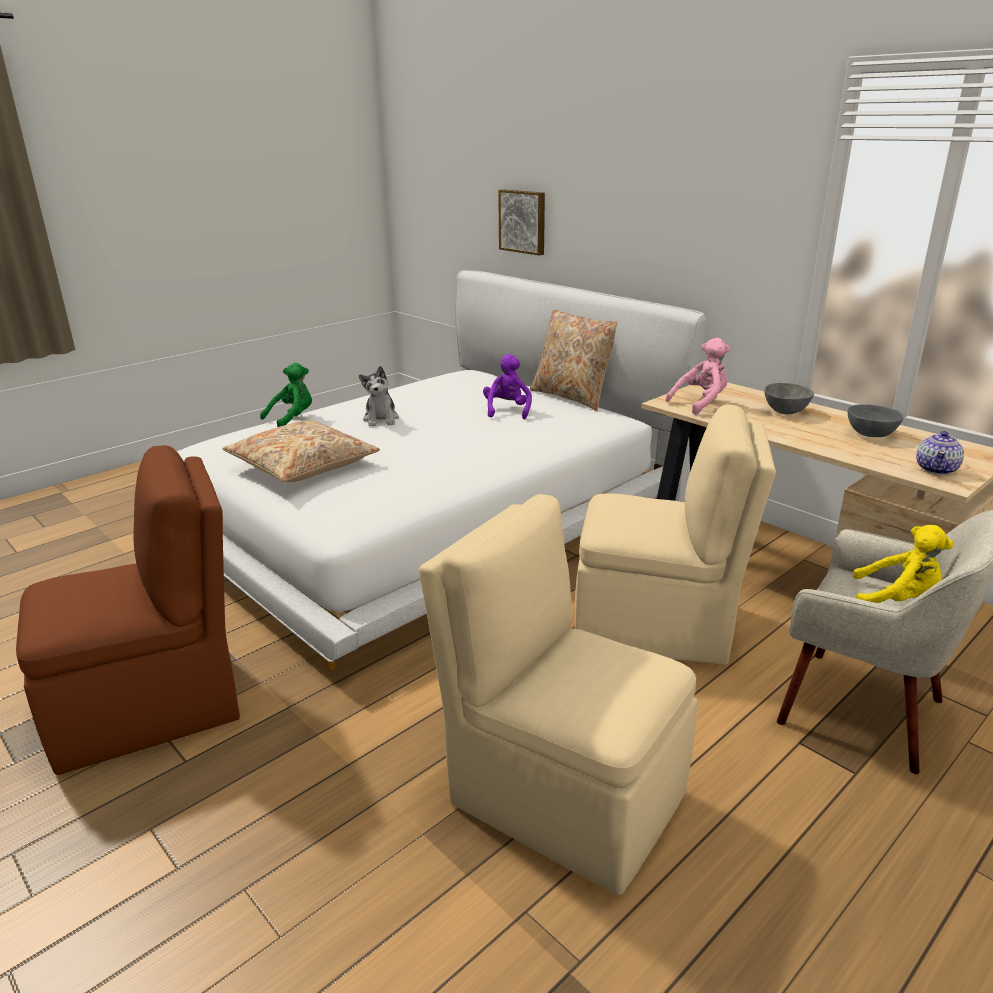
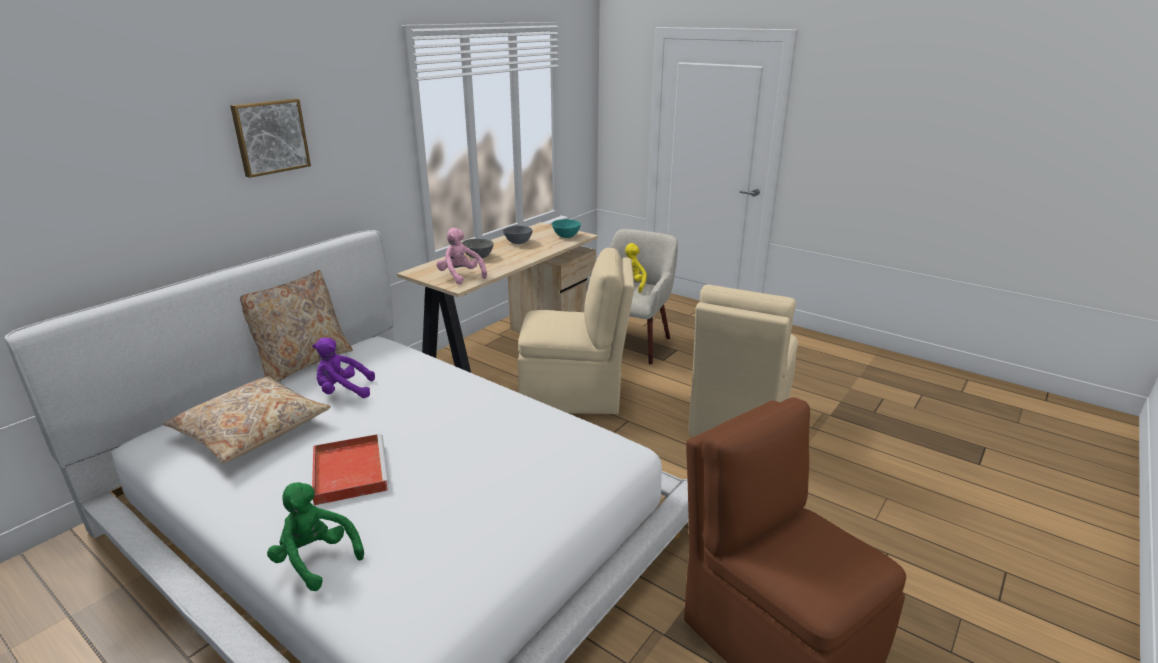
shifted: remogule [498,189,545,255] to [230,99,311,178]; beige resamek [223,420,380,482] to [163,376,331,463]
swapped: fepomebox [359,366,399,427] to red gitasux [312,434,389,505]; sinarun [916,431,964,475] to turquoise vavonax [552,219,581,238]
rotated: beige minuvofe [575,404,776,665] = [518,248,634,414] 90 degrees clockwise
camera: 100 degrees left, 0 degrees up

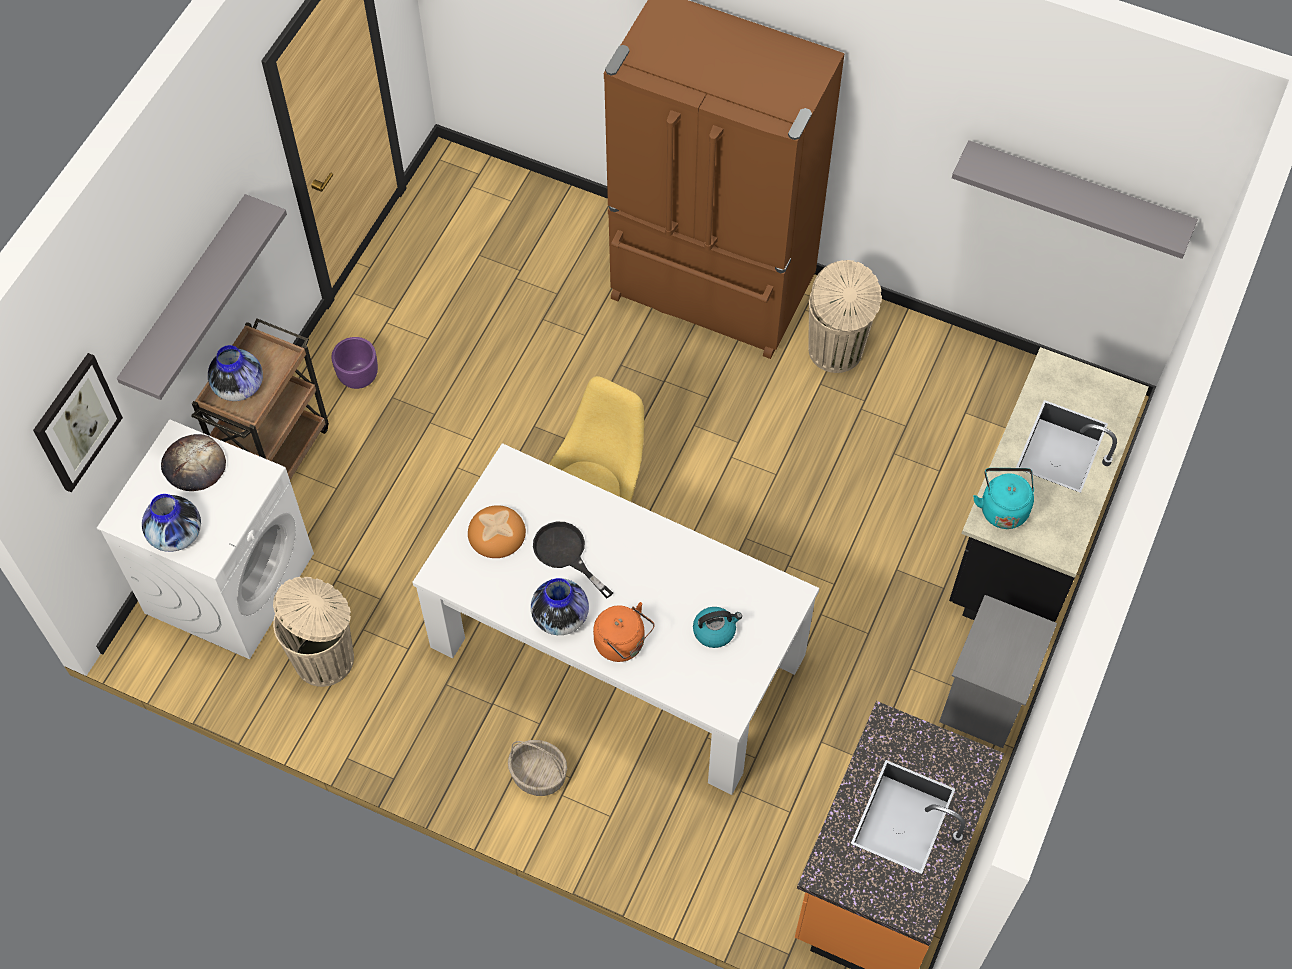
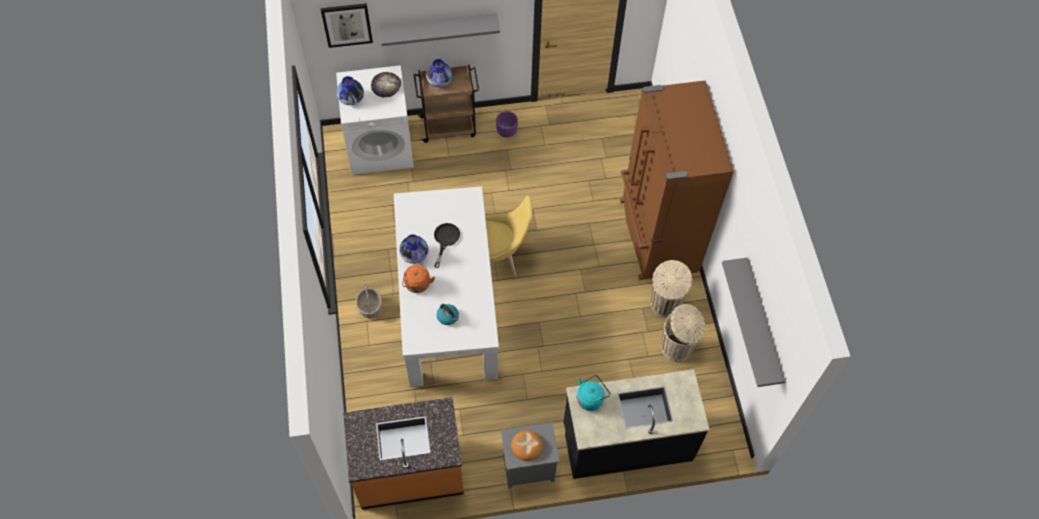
shifted: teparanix [468,505,526,558] to [511,430,543,461]; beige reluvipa [273,577,354,687] to [661,304,705,362]
camera: 55 degrees right, 0 degrees up

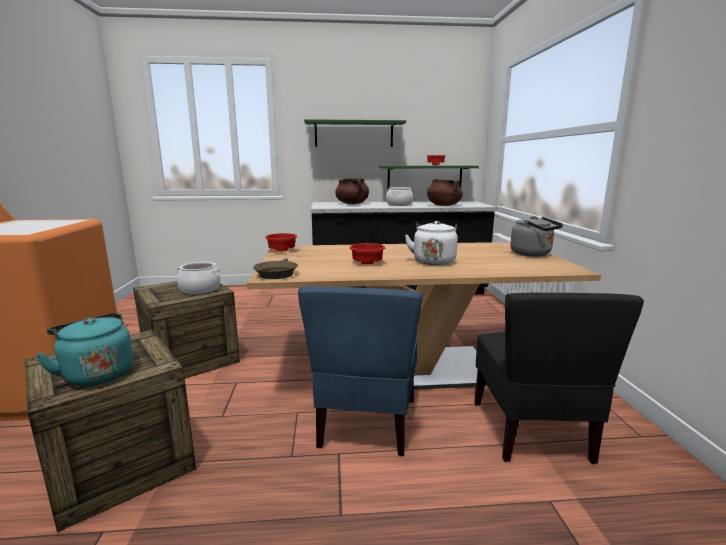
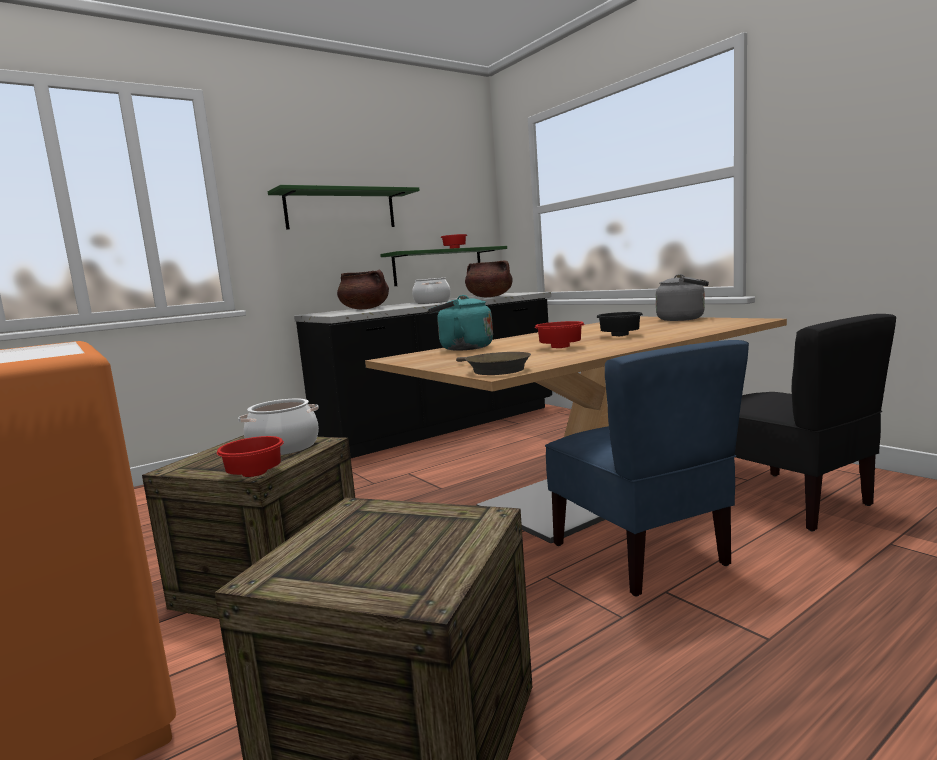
shifted: red vavonax [265,233,297,252] to [217,436,284,477]; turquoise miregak [35,313,133,387] to [428,295,493,351]
swapped: white miregak [405,221,458,265] to black vavonax [596,312,643,336]
camera: 30 degrees left, 5 degrees down

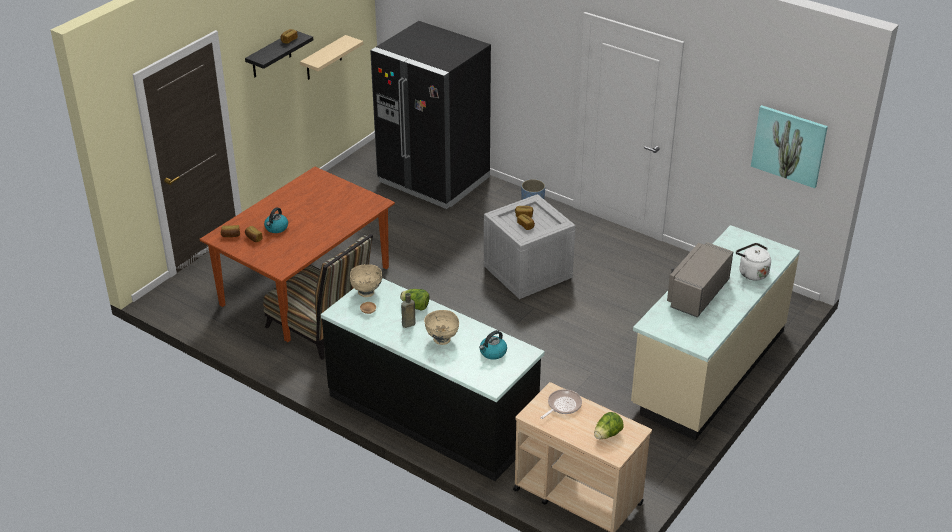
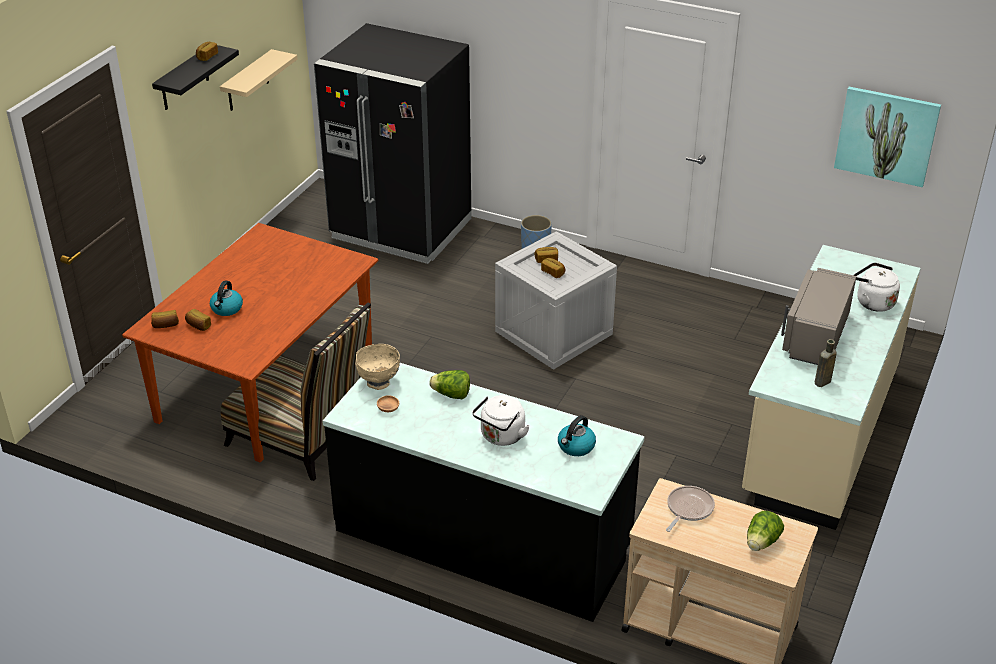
shifted: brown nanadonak [401,293,416,328] to [815,339,836,387]
swapped: beige vavonax [424,310,459,345] to white miregak [472,395,530,446]
camera: 10 degrees left, 0 degrees up

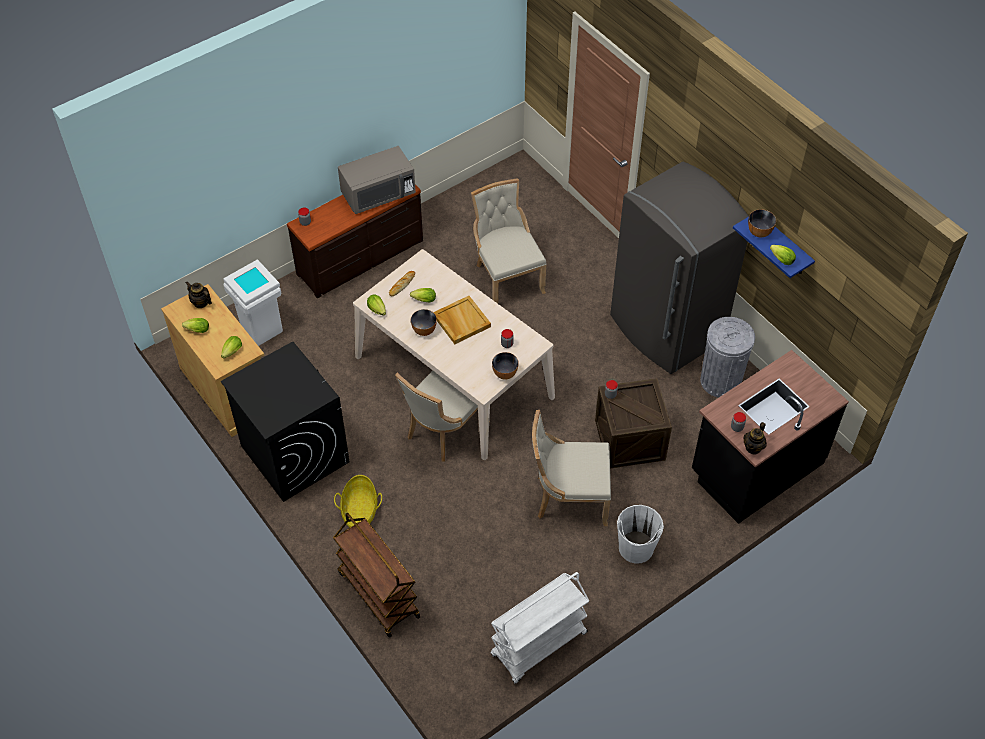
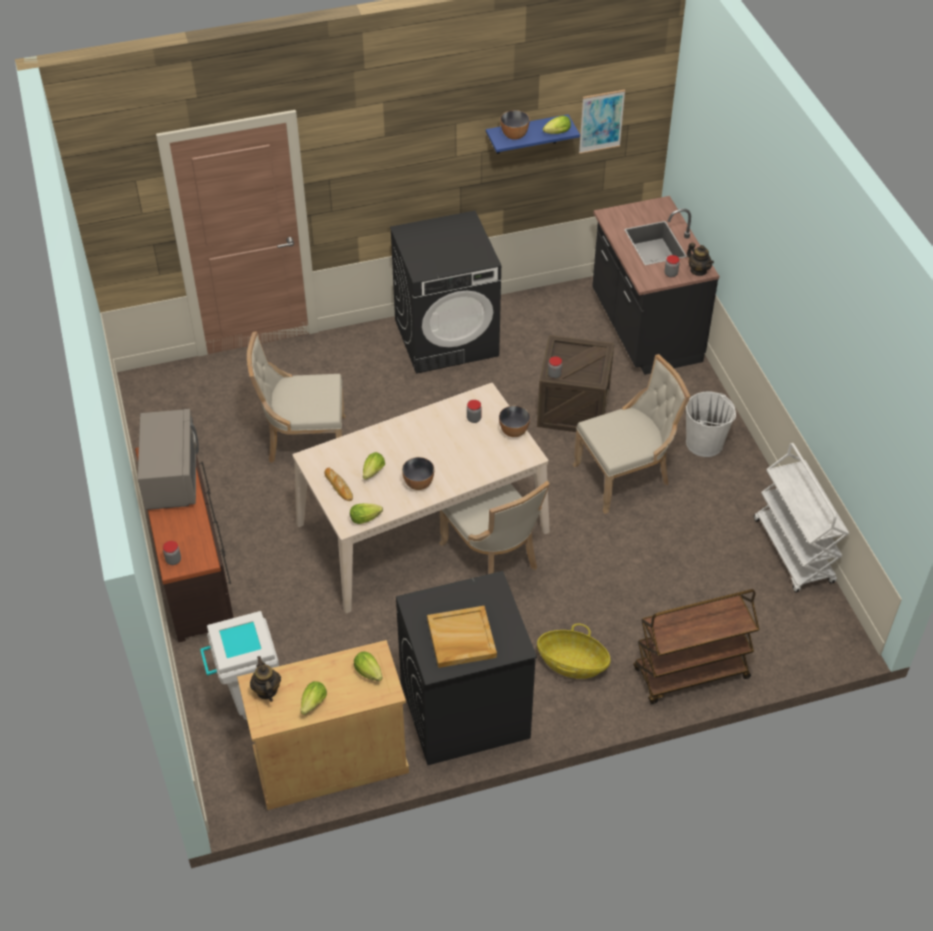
gone: grey reluvipa [700,317,755,397]
new: remogule [579,89,625,154]
shifted: beige gitasux [433,296,491,344] to [427,606,497,668]
swapped: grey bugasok [610,162,749,374] to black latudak [390,211,501,374]
rotated: sinarun [185,282,212,308] = [250,656,281,702] 105 degrees clockwise; beige minuvofe [532,410,611,526] = [573,354,690,514] 135 degrees counterclockwise
camera: 70 degrees left, 5 degrees down

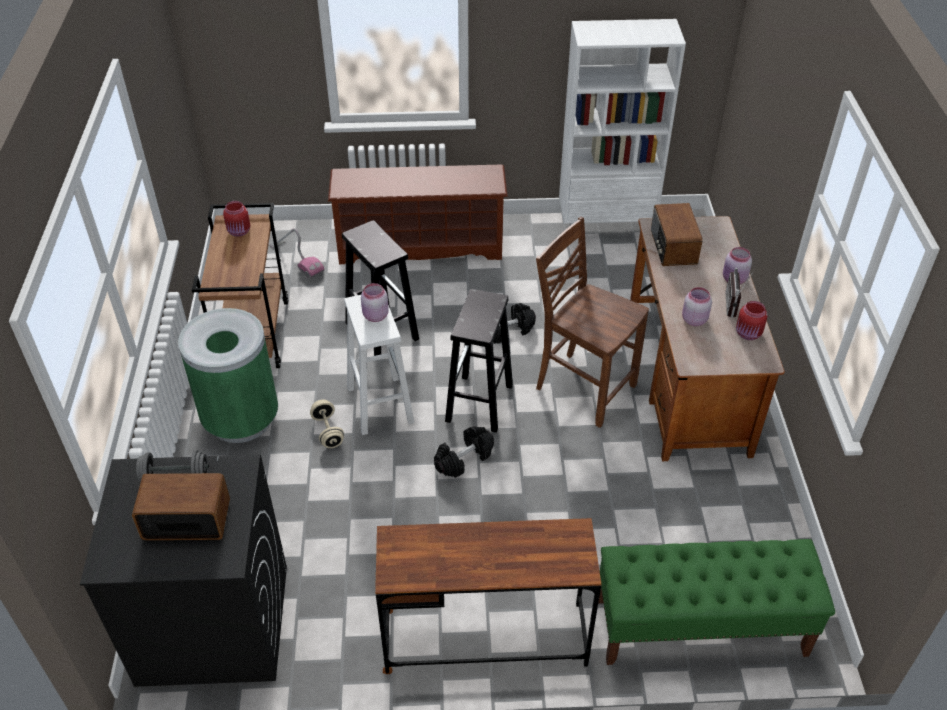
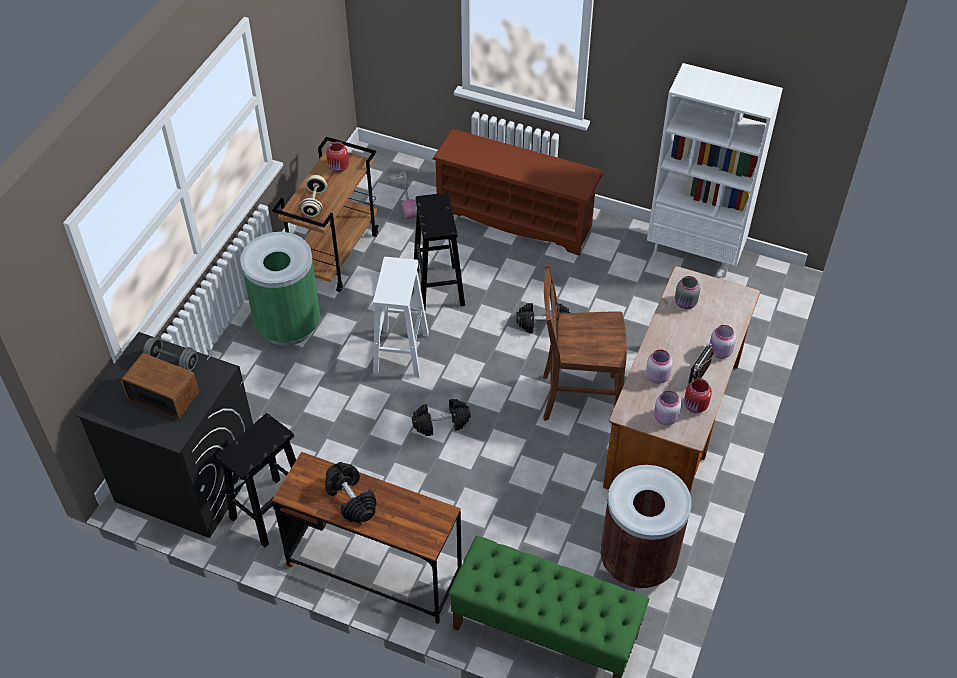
new: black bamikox [325,462,376,523]; brown reluvipa [600,465,691,589]
shifted: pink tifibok [361,283,389,322] to [654,391,682,425]; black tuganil [445,289,513,433] to [216,413,296,548]; beige bamikox [310,399,344,448] to [300,175,327,217]
swapped: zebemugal [651,203,703,266] to grey tifibok [675,276,700,309]
rotated: brown minuvofe [536,217,649,428] = [543,264,627,421] 60 degrees counterclockwise
camera: 25 degrees right, 5 degrees up

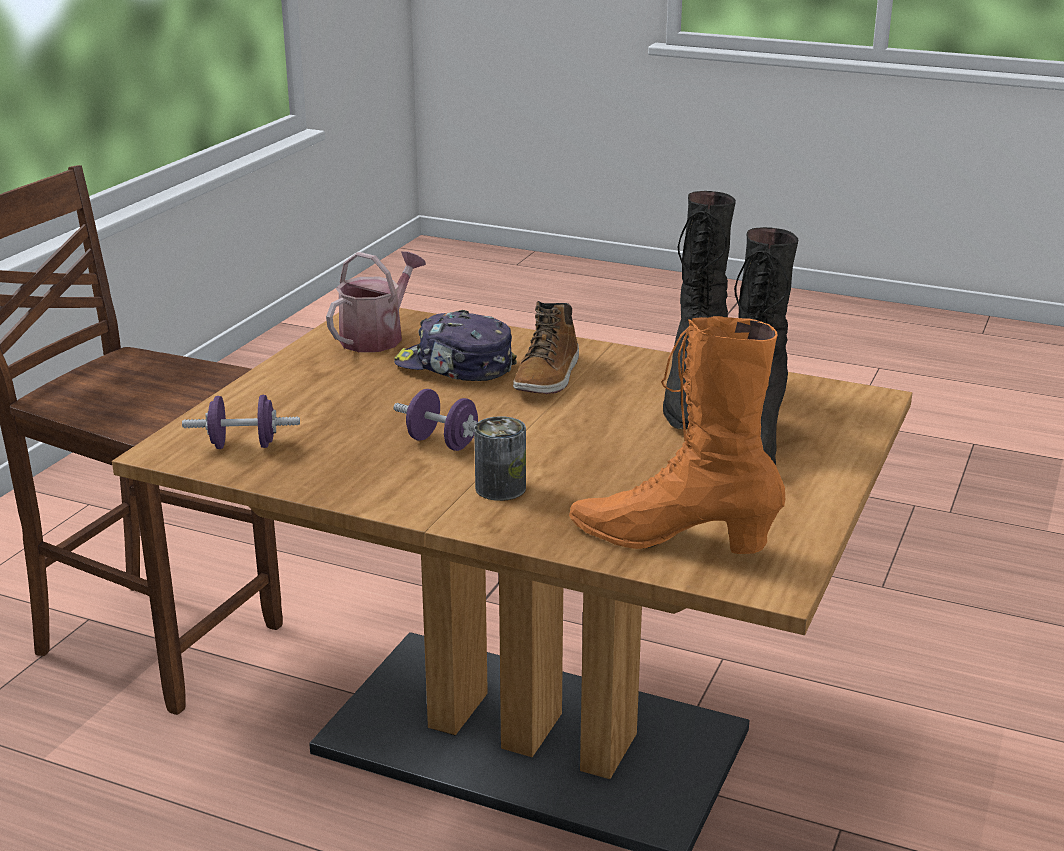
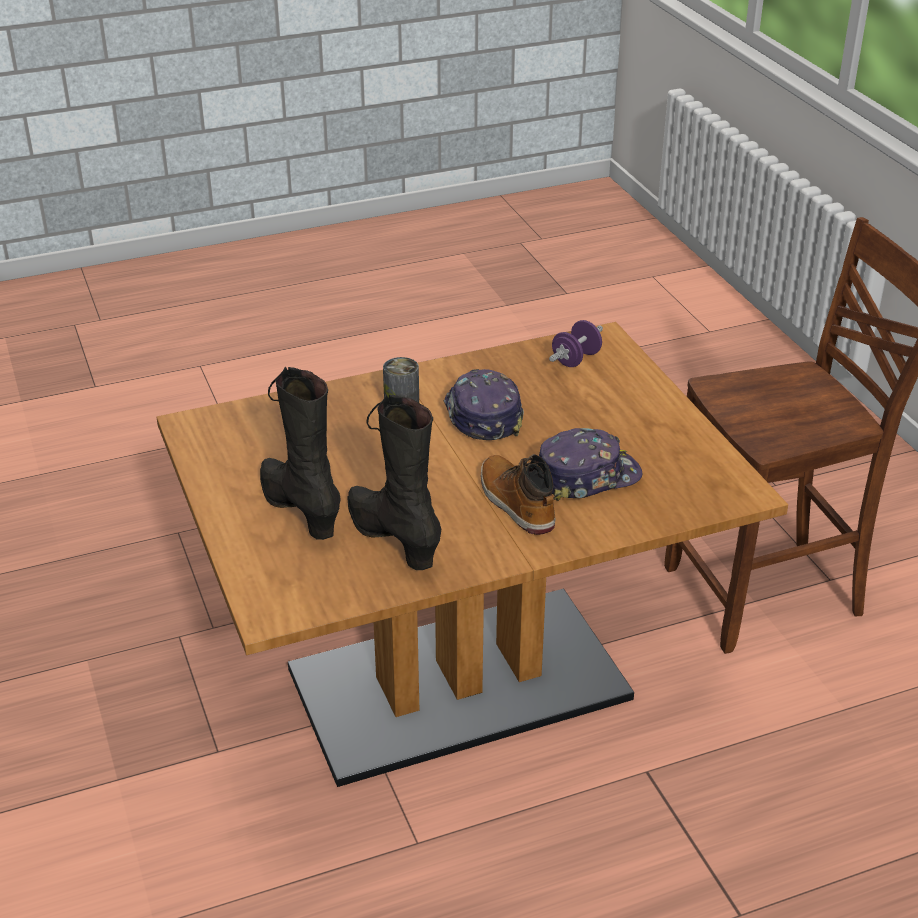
gone: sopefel [326,252,426,352]; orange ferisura [569,316,785,554]
swapped: purple bamikox [393,389,478,451] to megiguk [444,369,524,440]
camera: 135 degrees right, 10 degrees up

